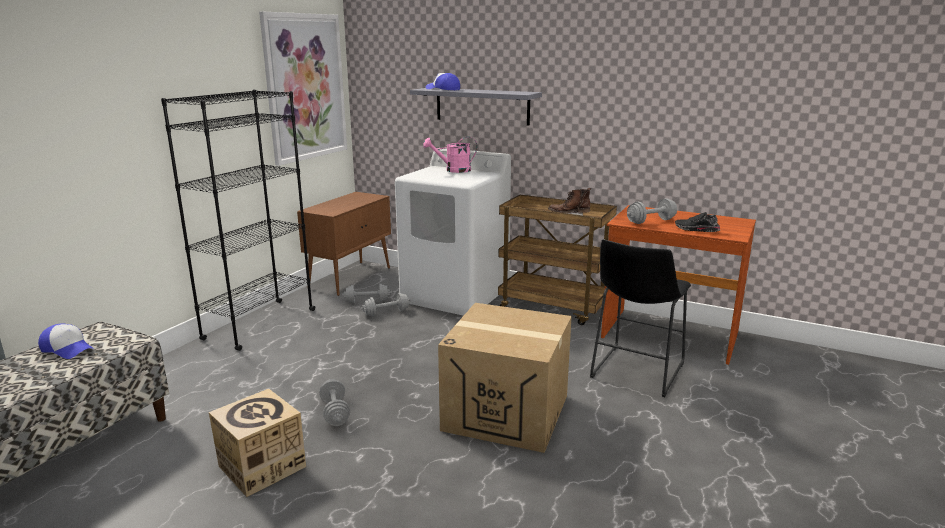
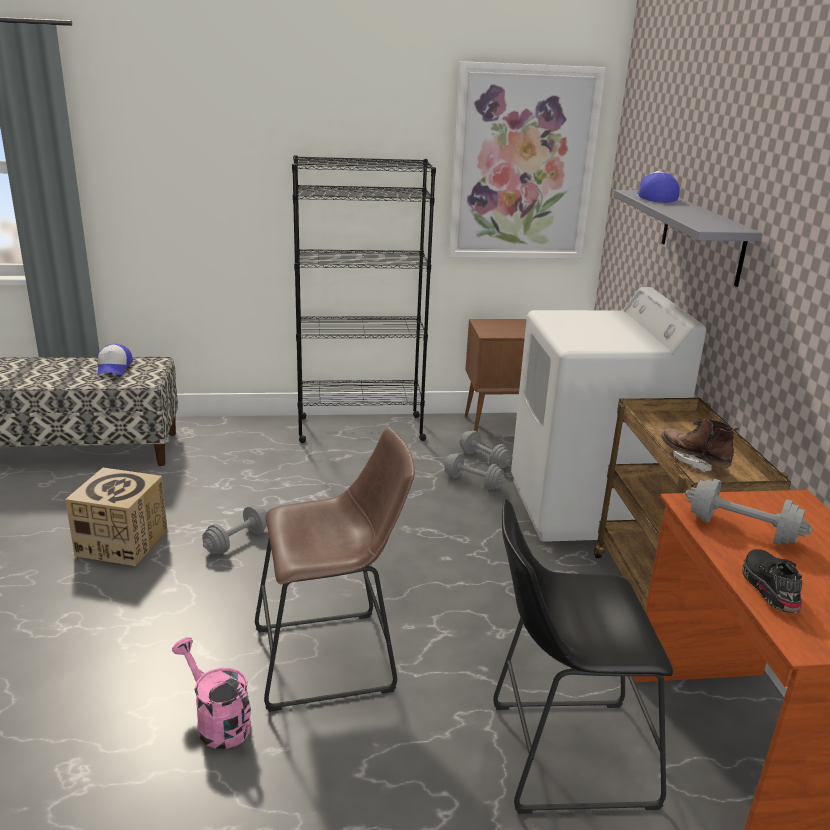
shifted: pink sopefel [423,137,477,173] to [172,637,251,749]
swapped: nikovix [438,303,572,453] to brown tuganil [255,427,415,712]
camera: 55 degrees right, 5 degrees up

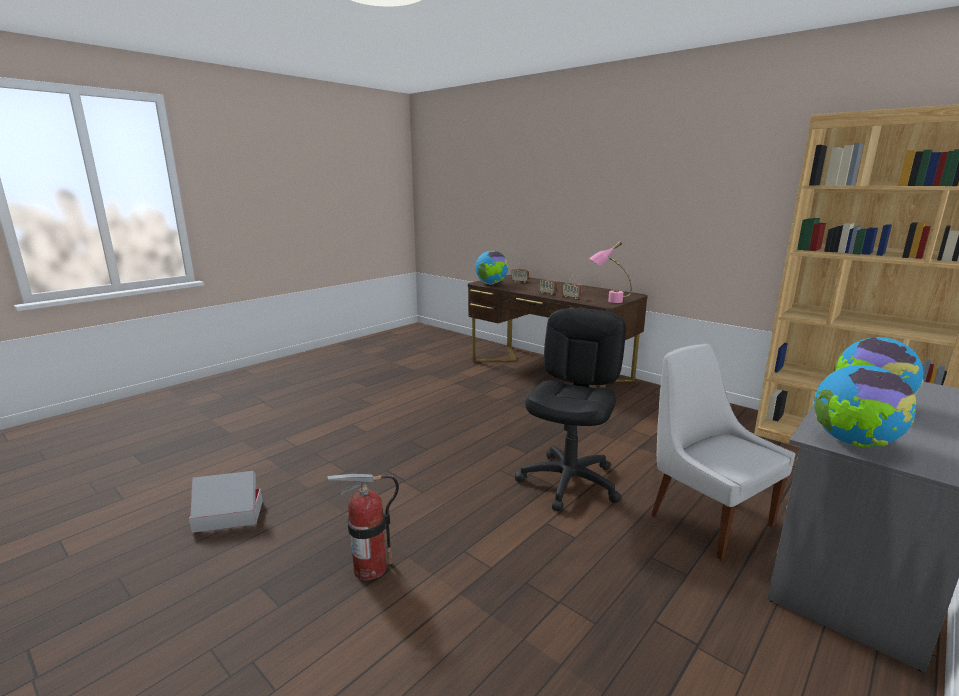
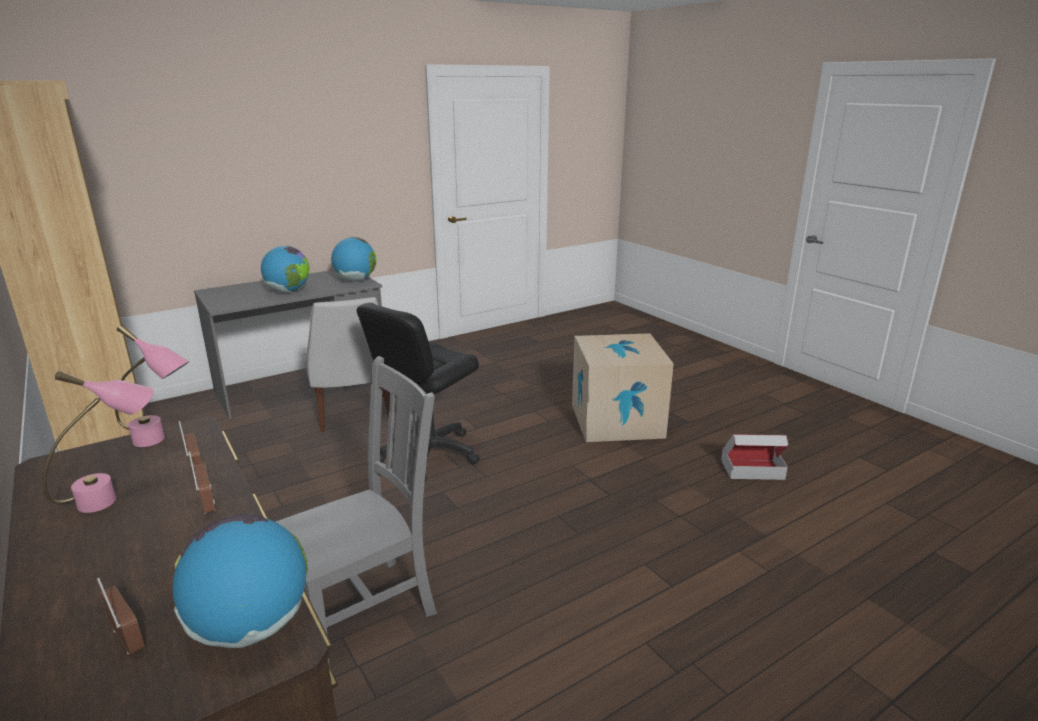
new: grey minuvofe [276,356,437,663]; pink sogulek [43,371,154,513]
swapped: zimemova [327,474,399,580] to nikovix [572,333,674,442]
camera: 165 degrees left, 5 degrees up

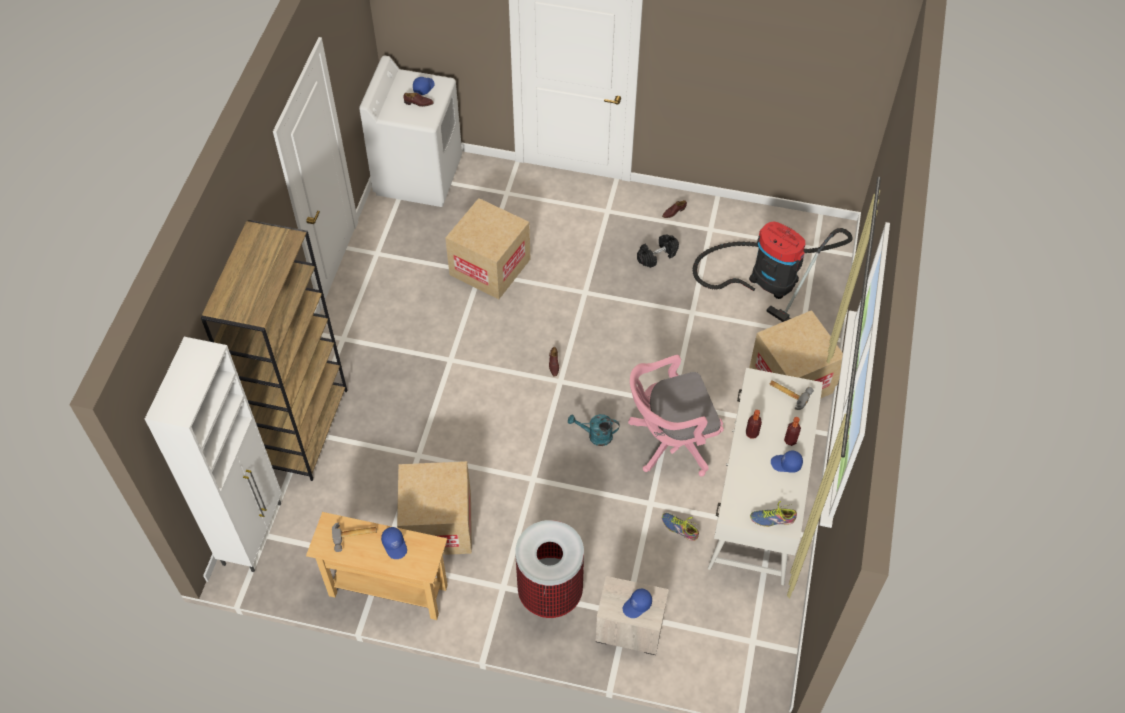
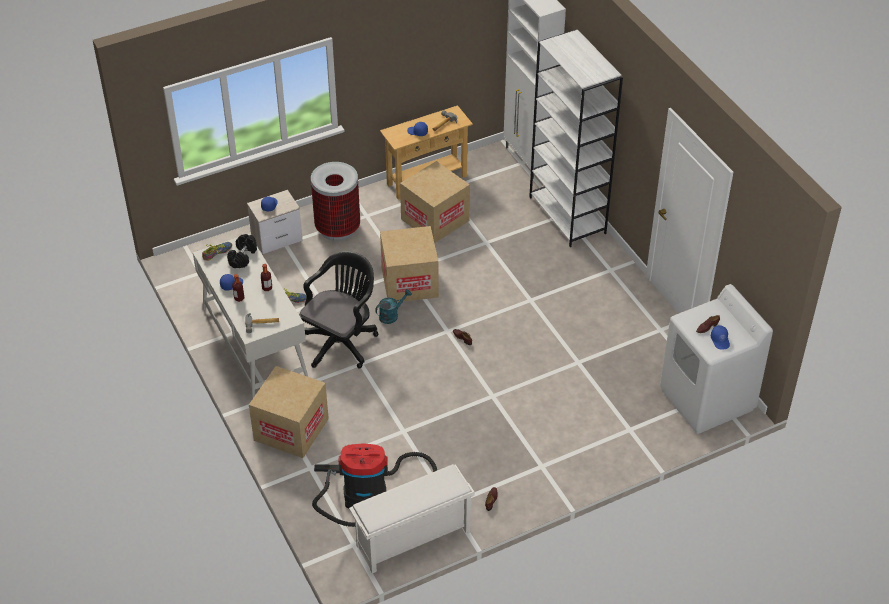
new: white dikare [349,464,475,573]
shifted: nikovix [445,198,530,299] to [380,226,439,302]; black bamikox [637,234,679,268] to [227,234,257,268]
repainted: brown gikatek [201,220,347,481] to white gikatek [529,29,623,247]; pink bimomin [628,355,724,477] to black bimomin [299,251,378,369]
camera: 140 degrees right, 10 degrees down

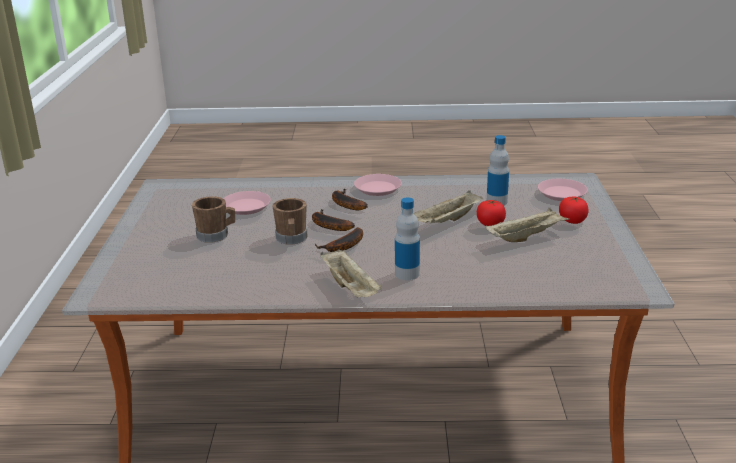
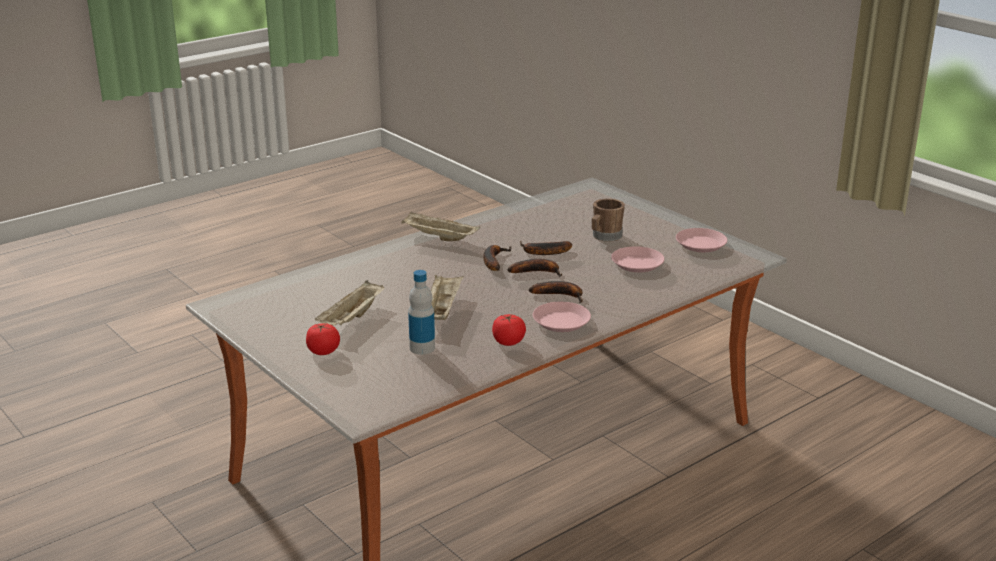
gone: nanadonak [395,197,420,280]
shifted: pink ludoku [538,179,588,201] to [676,228,727,252]; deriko [477,200,506,226] to [492,314,526,346]
swapped: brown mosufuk [273,198,307,245] to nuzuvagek [520,241,572,255]
camera: 140 degrees right, 0 degrees up

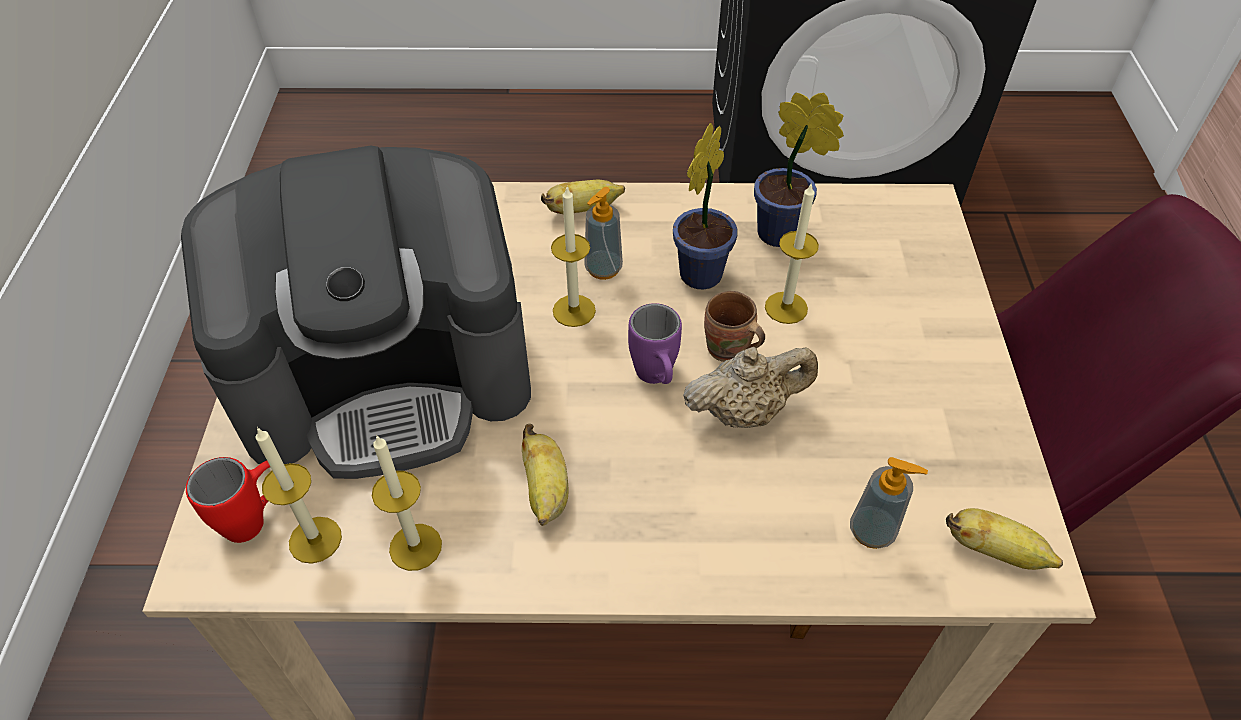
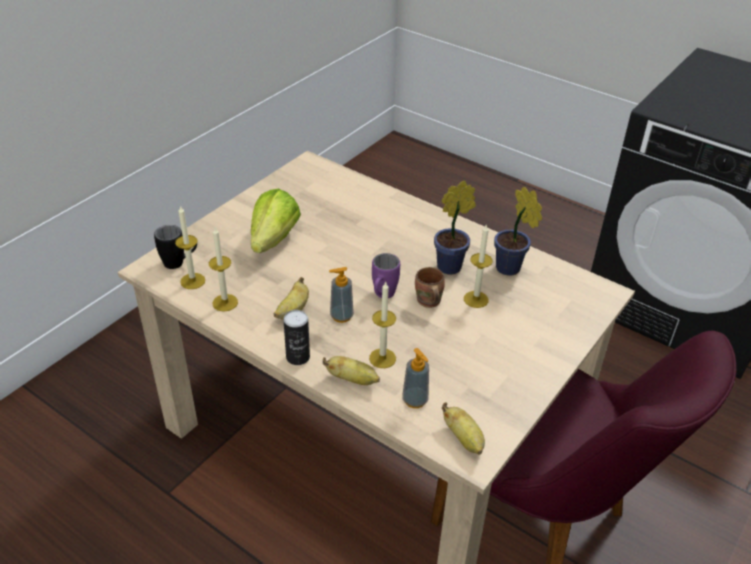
gone: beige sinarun [683,347,818,428]
new: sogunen [283,310,310,365]
shifted: nuzuvagek [541,180,625,214] to [323,356,380,385]; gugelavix [551,185,596,327] to [369,282,396,368]; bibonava [584,187,623,280] to [329,267,354,323]
swapped: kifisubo [181,146,531,479] to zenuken [251,189,301,253]
repainted: red mosufuk [186,457,270,543] to black mosufuk [154,225,197,269]
camera: 35 degrees right, 10 degrees down

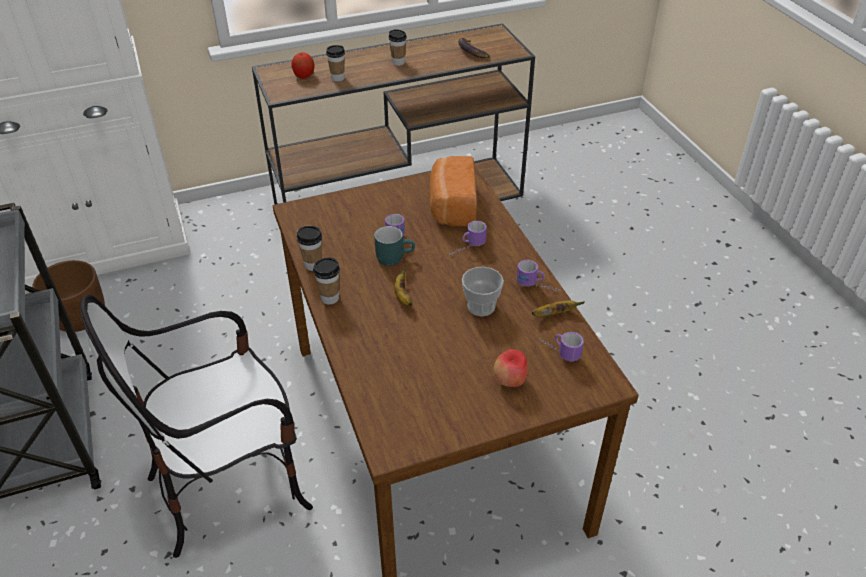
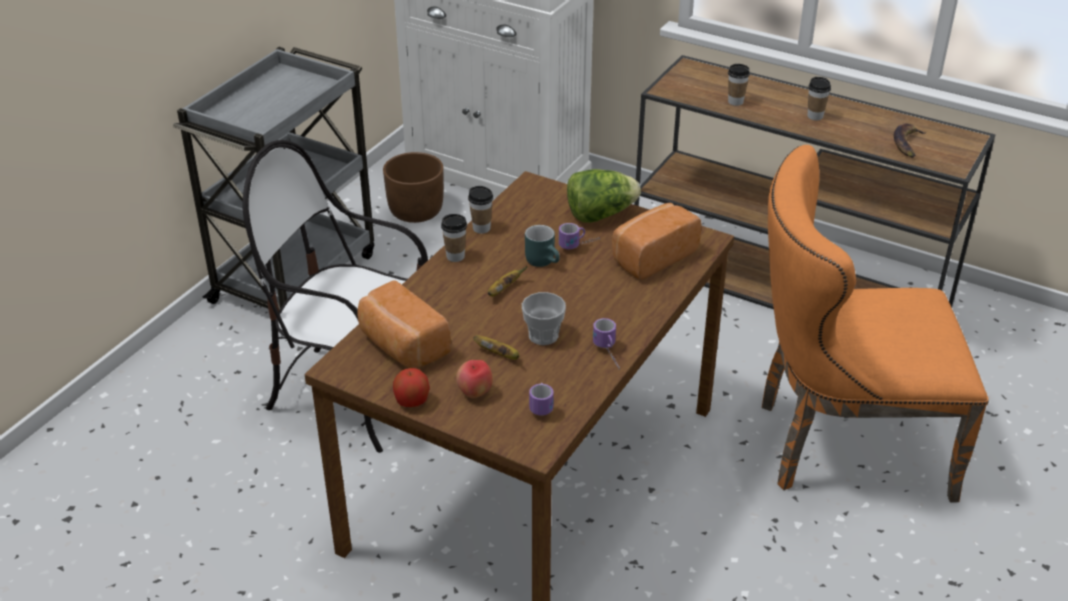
gone: mosufuk [449,221,487,256]
new: orange minuvofe [762,145,989,502]; zenuken [567,169,641,223]; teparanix [357,280,451,368]
shifted: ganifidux [292,52,315,79] to [393,368,430,407]; nuzuvagek [532,300,585,317] to [473,335,520,360]
camera: 50 degrees right, 5 degrees down

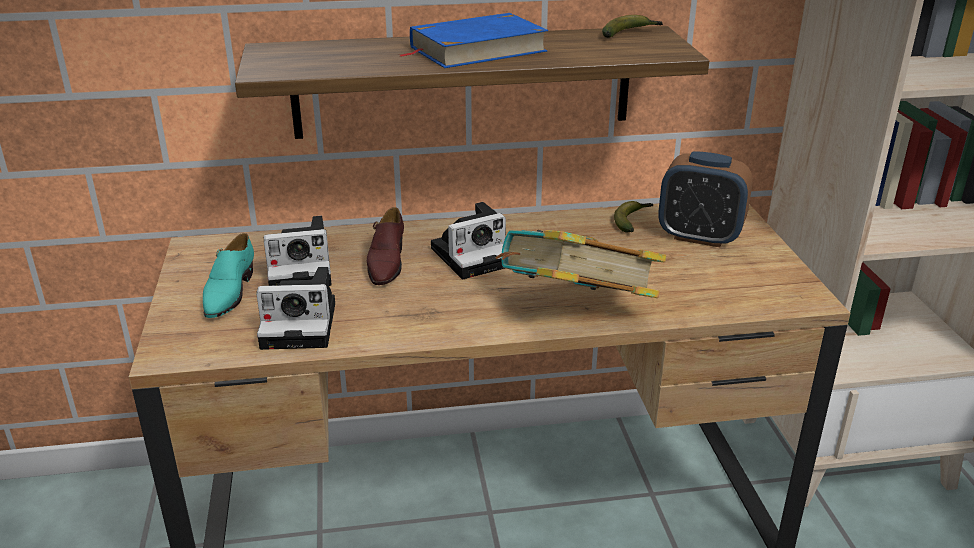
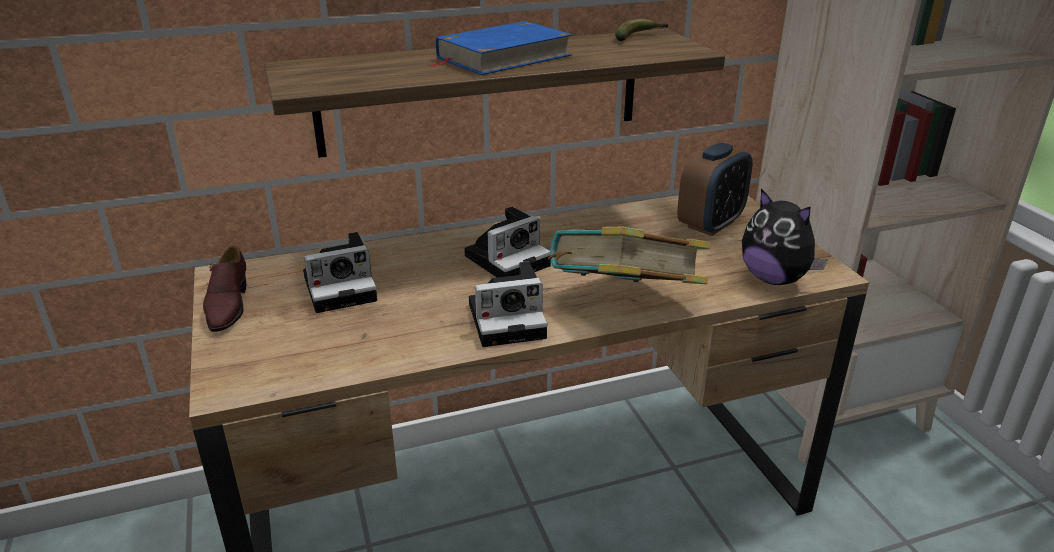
gone: nuzuvagek [614,201,653,233]; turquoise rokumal [203,233,254,318]
new: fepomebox [742,189,828,285]
shifted: brown rokumal [367,207,404,285] to [203,245,246,332]; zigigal [256,267,335,350] to [469,261,548,347]
rotated: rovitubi [658,151,753,247] = [677,142,753,236] 60 degrees counterclockwise
camera: 10 degrees left, 0 degrees up

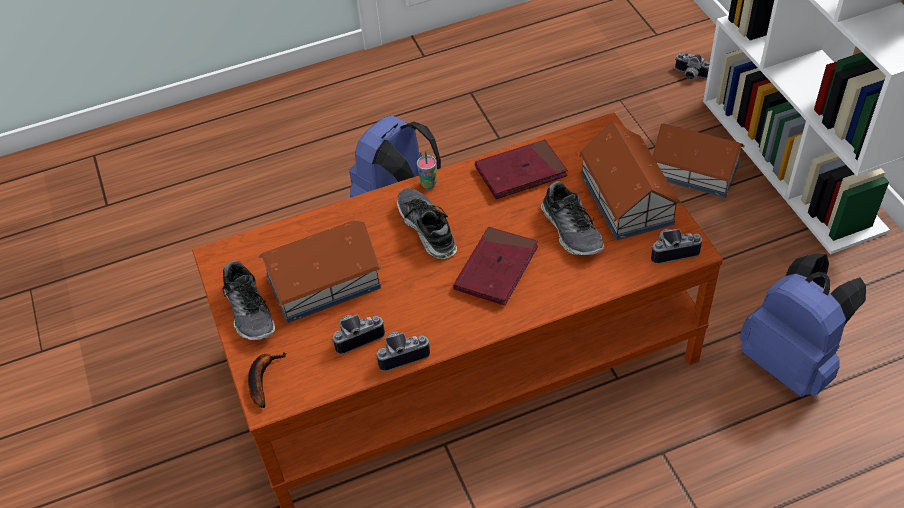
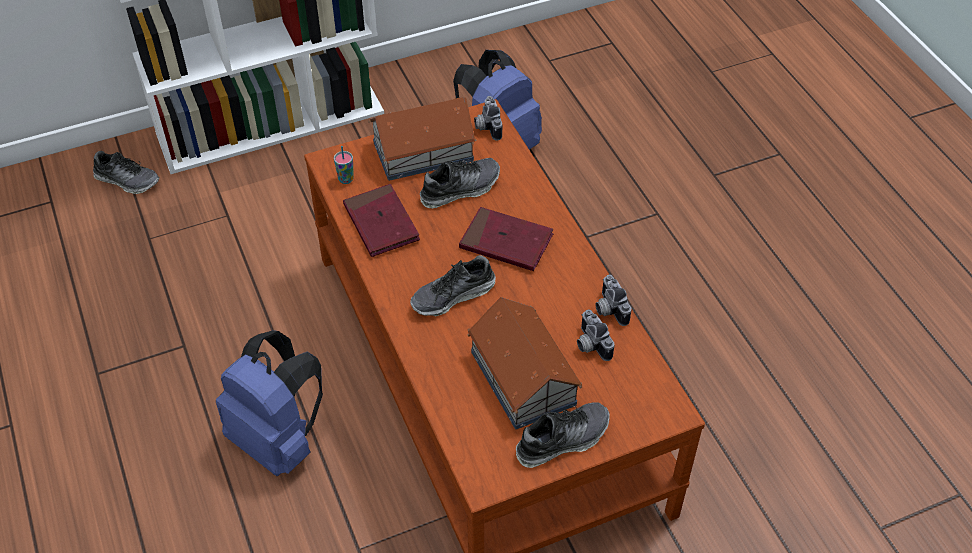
gone: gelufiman [653,124,745,198]; nuzuvagek [248,352,286,408]
shifted: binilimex [417,150,437,189] to [334,146,354,184]
swapped: zigigal [675,53,710,80] to rokumal [93,151,159,194]
camera: 95 degrees left, 0 degrees up

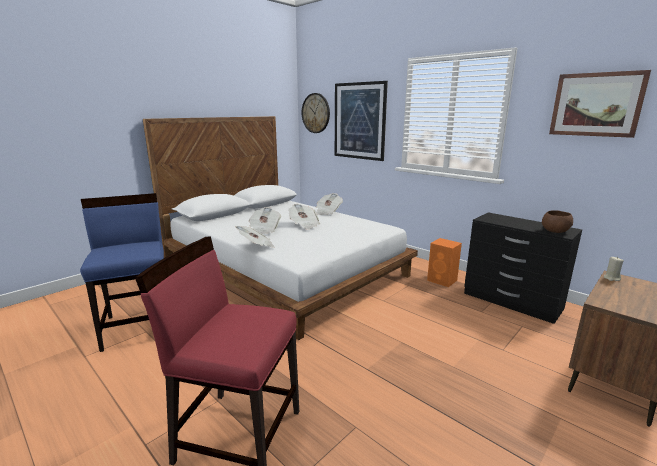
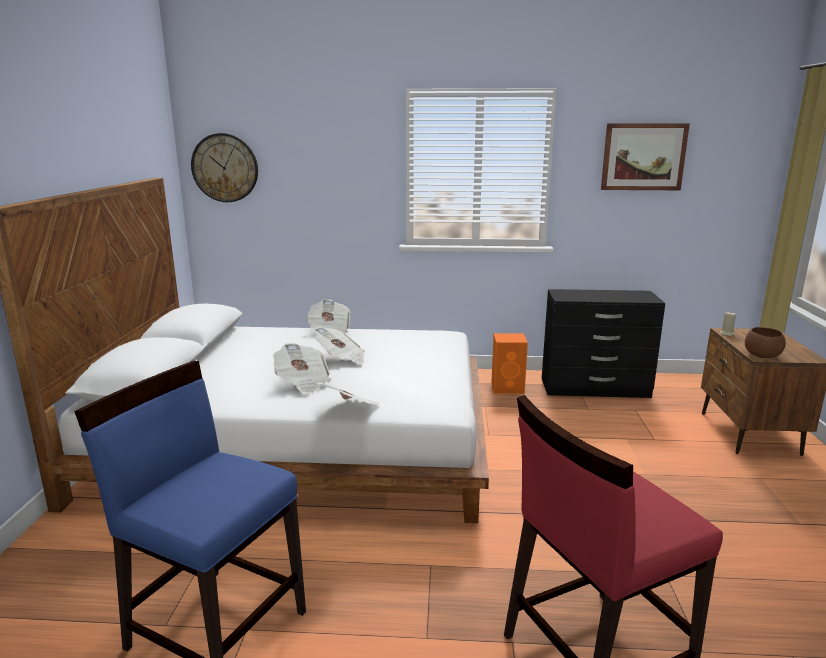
gone: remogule [335,81,388,161]
shifted: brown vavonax [542,210,573,233] to [745,327,786,358]
camera: 40 degrees left, 0 degrees up

